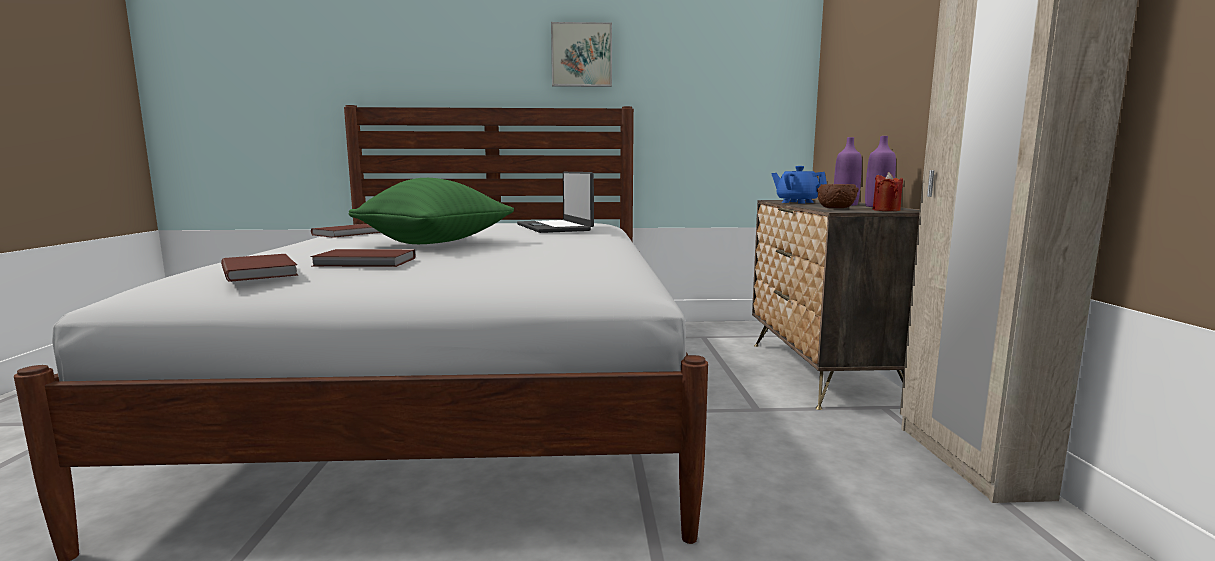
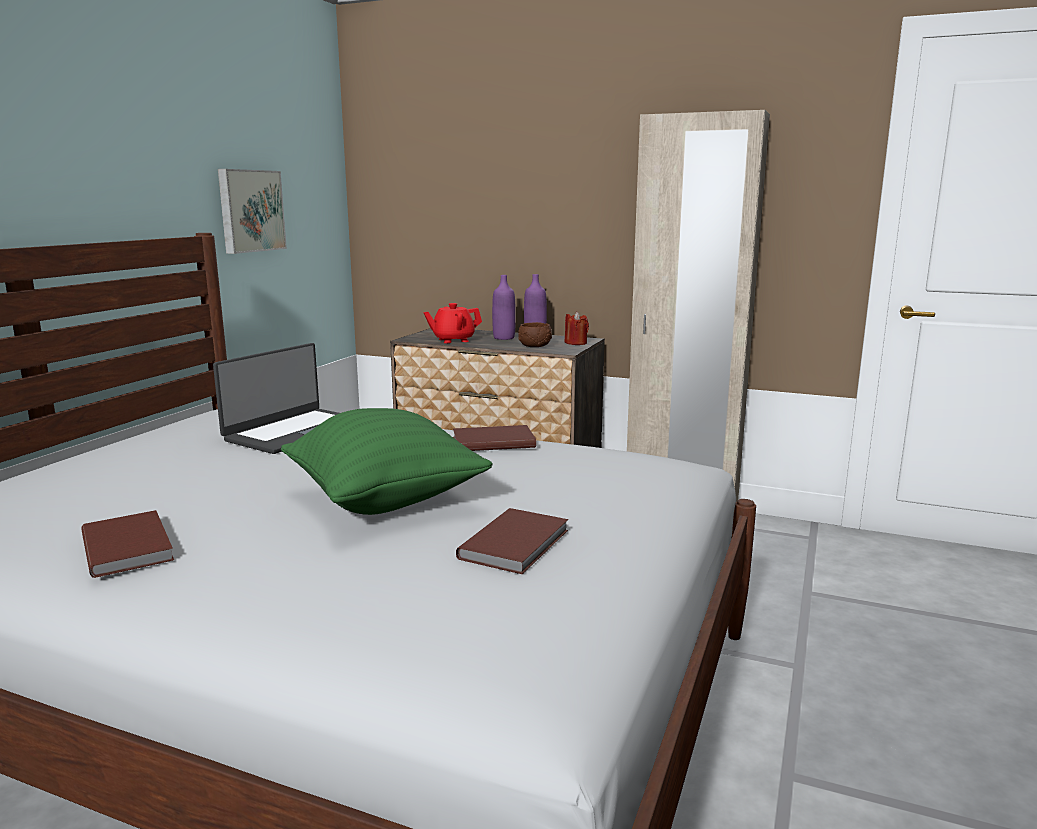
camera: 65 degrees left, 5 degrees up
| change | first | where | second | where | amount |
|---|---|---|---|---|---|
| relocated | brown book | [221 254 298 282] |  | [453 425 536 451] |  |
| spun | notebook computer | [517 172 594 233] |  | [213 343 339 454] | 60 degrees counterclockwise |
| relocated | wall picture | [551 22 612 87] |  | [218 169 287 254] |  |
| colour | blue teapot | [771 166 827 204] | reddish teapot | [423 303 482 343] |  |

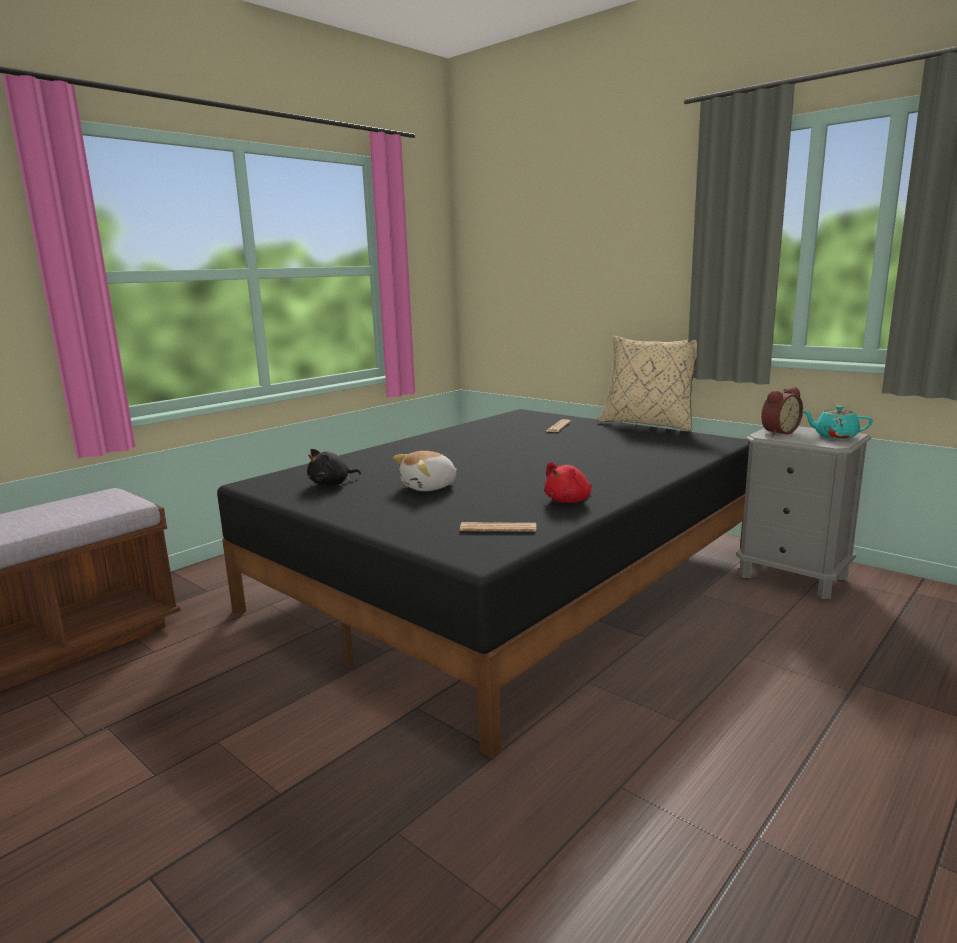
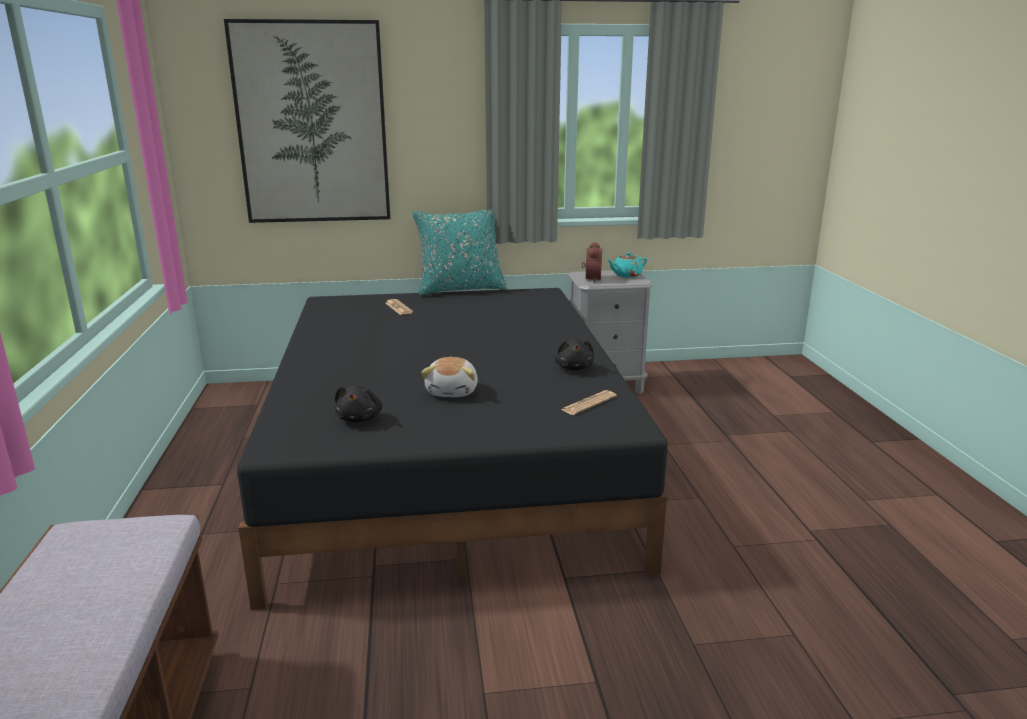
camera: 50 degrees left, 5 degrees up
| change | first | where | second | where | amount |
|---|---|---|---|---|---|
| colour | reddish plush toy | [544 462 592 503] | black-coloured plush toy | [555 339 594 371] |  |
| colour | sand-coloured cushion | [598 336 697 432] | turquoise cushion | [412 209 507 296] |  |
| appeared |  |  | wall picture | [224 19 390 223] |  |

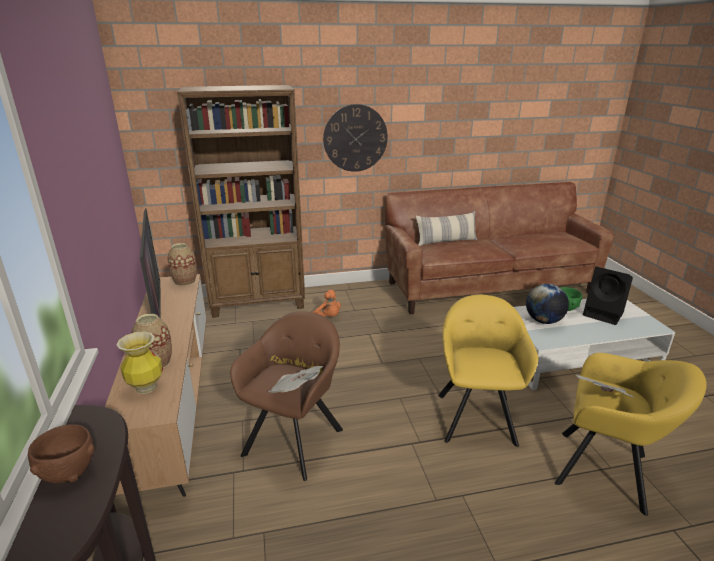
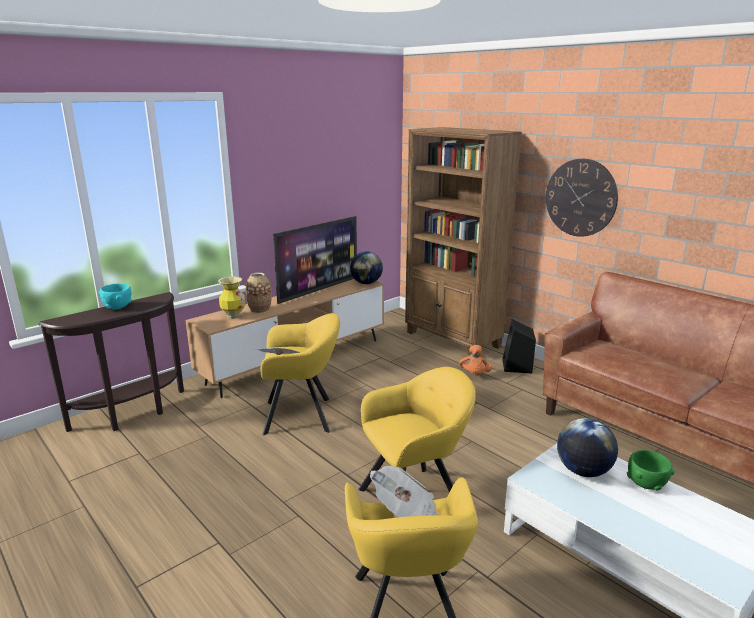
camera: 60 degrees right, 5 degrees down
| change | first | where | second | where | amount |
|---|---|---|---|---|---|
| colour | brown deep dish | [28 424 95 484] | turquoise deep dish | [99 283 132 310] |  |
| exchanged | flower vase | [168 243 197 286] | globe | [350 251 383 284] |  |
| colour | brown lounge chair | [230 311 343 481] | yellowish lounge chair | [261 313 340 435] |  |
| missing | cushion | [416 211 477 246] |  |  |  |
| relocated | black-coloured audio speaker | [583 267 633 325] |  | [502 319 536 373] |  |

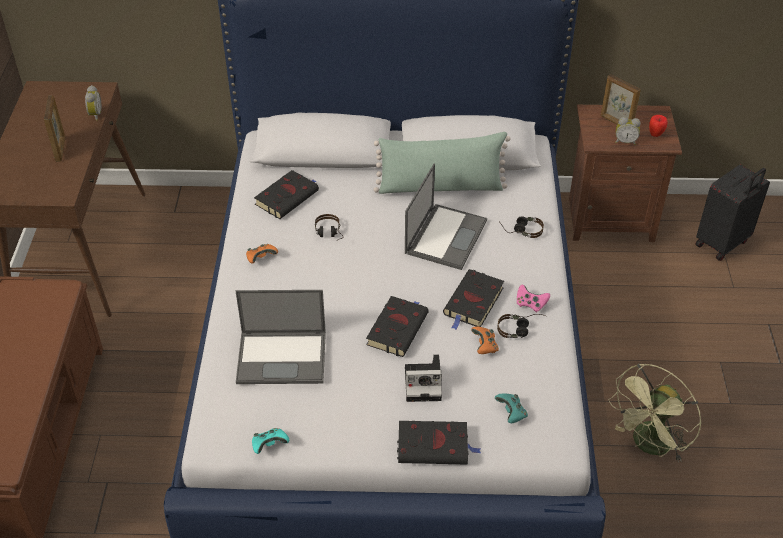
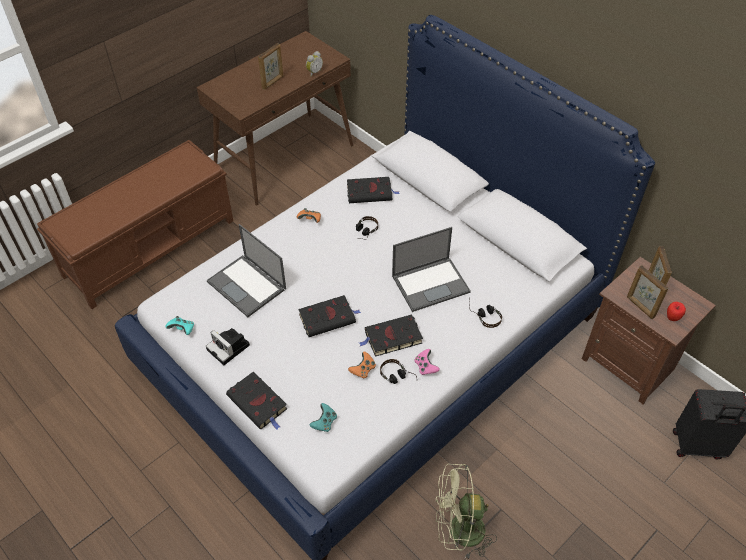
camera: 45 degrees right, 5 degrees up
| change | first | where | second | where | amount |
|---|---|---|---|---|---|
| missing | greenish cushion | [374 132 511 194] |  |  |  |
| relocated | still camera | [405 354 442 402] |  | [206 328 250 365] |  |
| exchanged | alarm clock | [615 117 641 145] | photo frame | [627 265 668 319] |  |

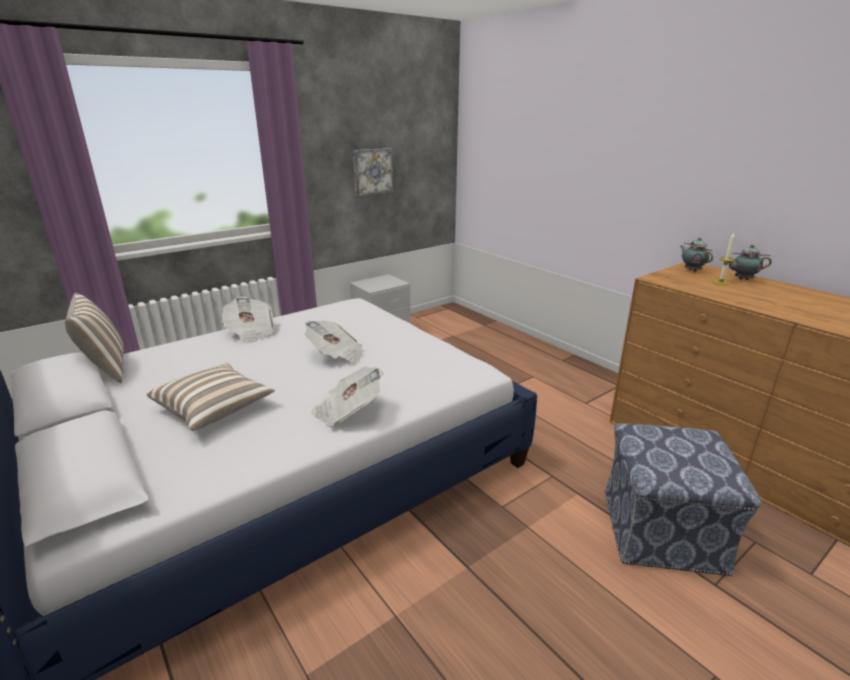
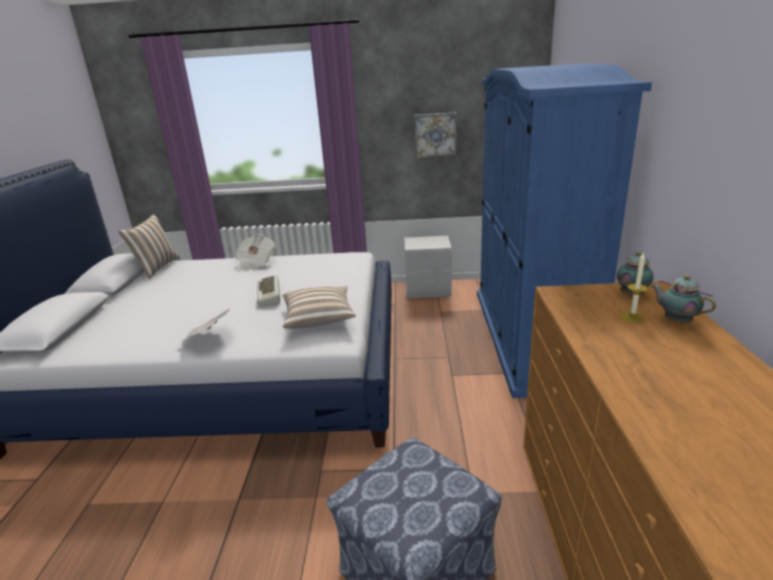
camera: 40 degrees right, 0 degrees up
| change | first | where | second | where | amount |
|---|---|---|---|---|---|
| relocated | cushion | [147 363 275 431] |  | [283 286 356 329] |  |
| exchanged | printed paper | [305 320 362 363] | computer keyboard | [257 275 280 307] |  |
| appeared |  |  | blue clothes cupboard | [477 63 652 398] |  |

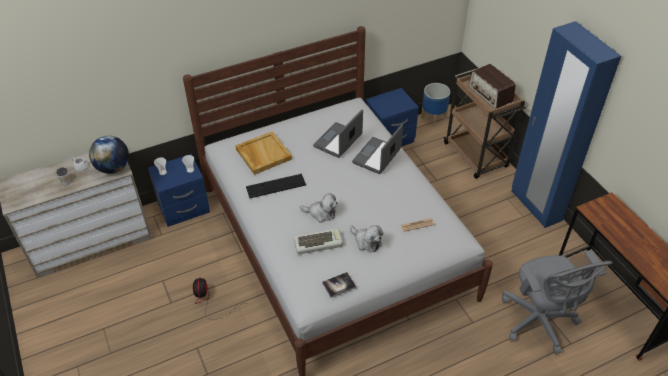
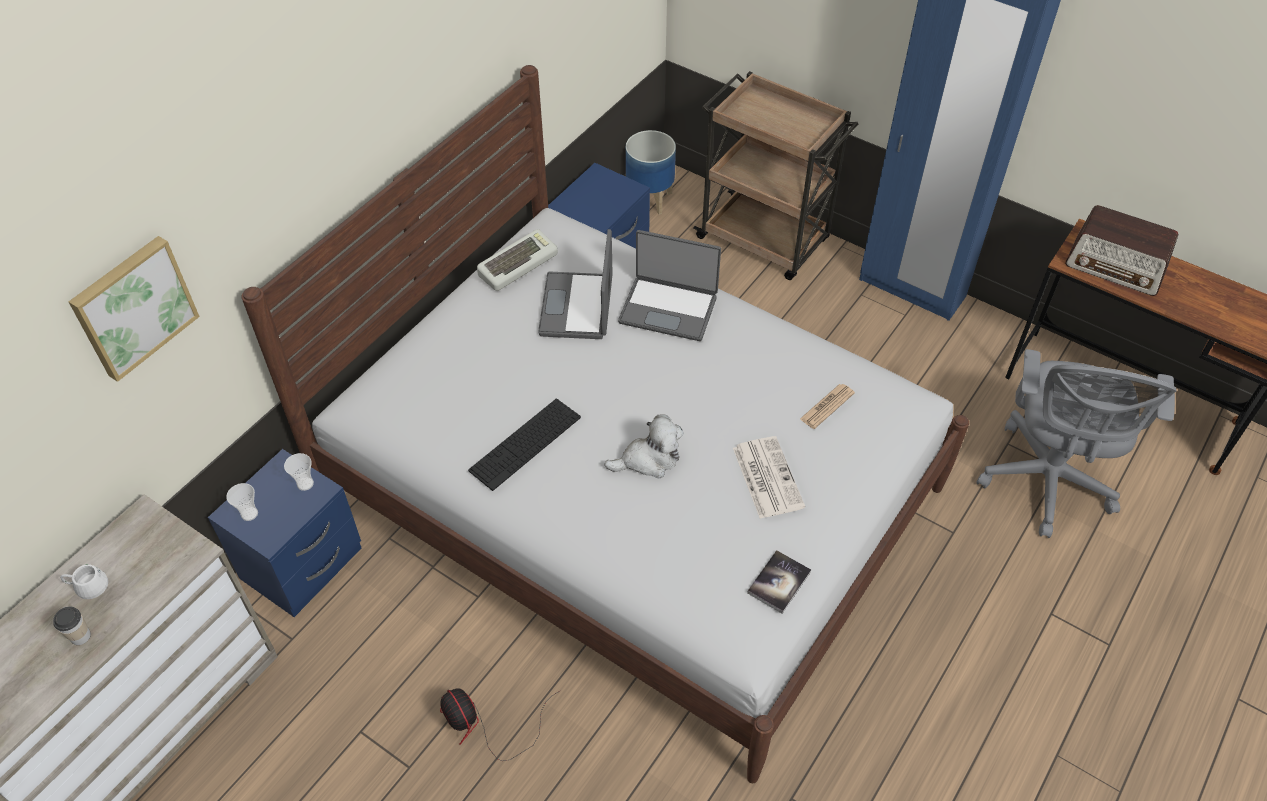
camera: 30 degrees left, 5 degrees up
| change | first | where | second | where | amount |
|---|---|---|---|---|---|
| missing | globe | [89 136 129 174] |  |  |  |
| missing | sand-coloured serving tray | [235 131 292 175] |  |  |  |
| relocated | computer keyboard | [294 228 343 254] |  | [477 229 558 291] |  |
| exchanged | plush toy | [350 225 384 252] | printed paper | [733 436 805 519] |  |
| spun | notebook computer | [352 124 403 174] |  | [618 230 721 341] | 75 degrees counterclockwise |
| relocated | radio receiver | [469 64 516 109] |  | [1065 205 1179 296] |  |
| spun | greyish computer chair | [502 250 612 355] |  | [976 349 1177 538] | 60 degrees clockwise |
| appeared |  |  | wall picture | [69 236 200 382] |  |

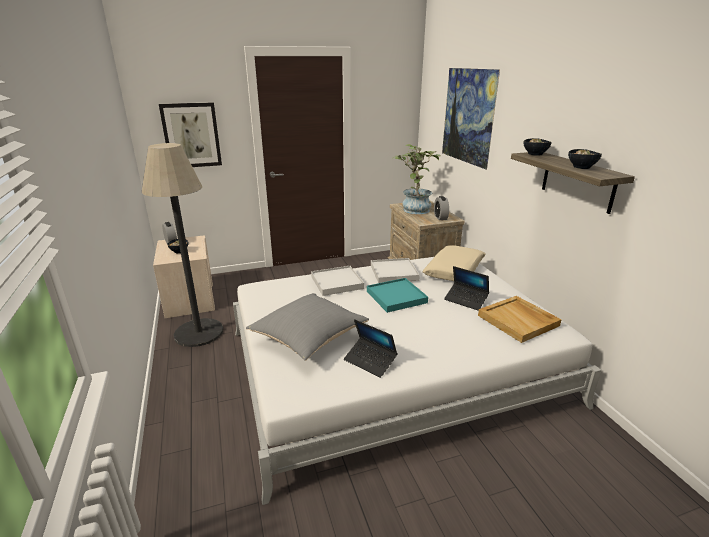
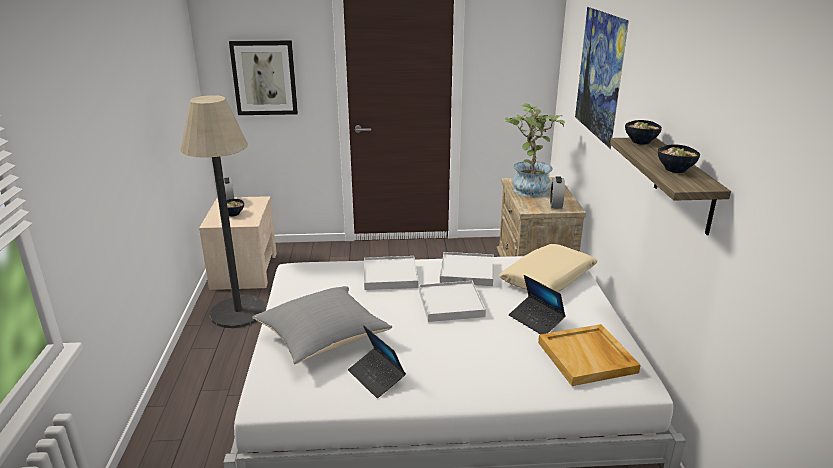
camera: 15 degrees right, 0 degrees up
| change | first | where | second | where | amount |
|---|---|---|---|---|---|
| colour | turquoise serving tray | [367 278 428 313] | white serving tray | [419 281 486 322] |  |

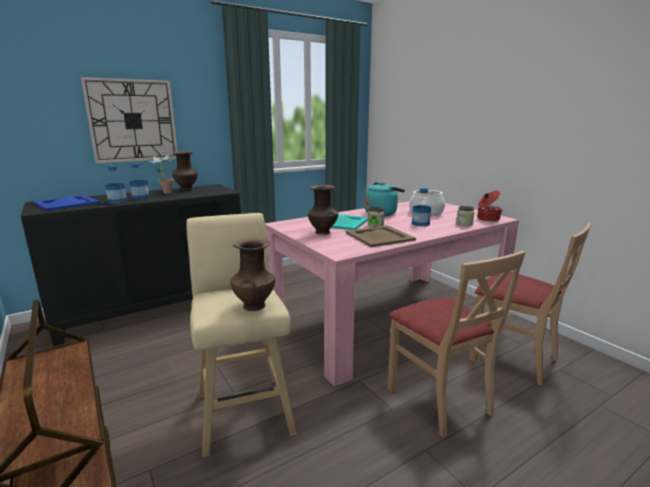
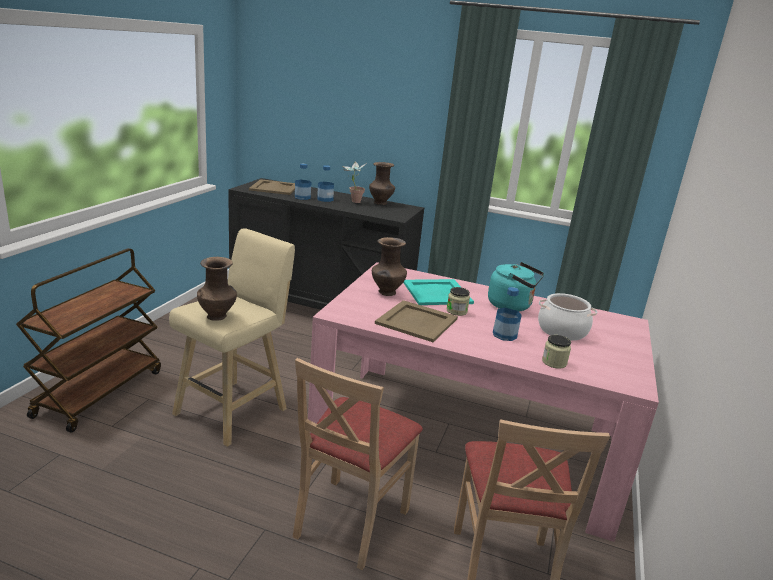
camera: 50 degrees right, 5 degrees up
| change | first | where | second | where | amount |
|---|---|---|---|---|---|
| colour | blue serving tray | [33 195 100 211] | sand-coloured serving tray | [249 179 295 195] |  |
| missing | wall clock | [81 77 178 163] |  |  |  |
| missing | saucepot | [477 190 502 222] |  |  |  |

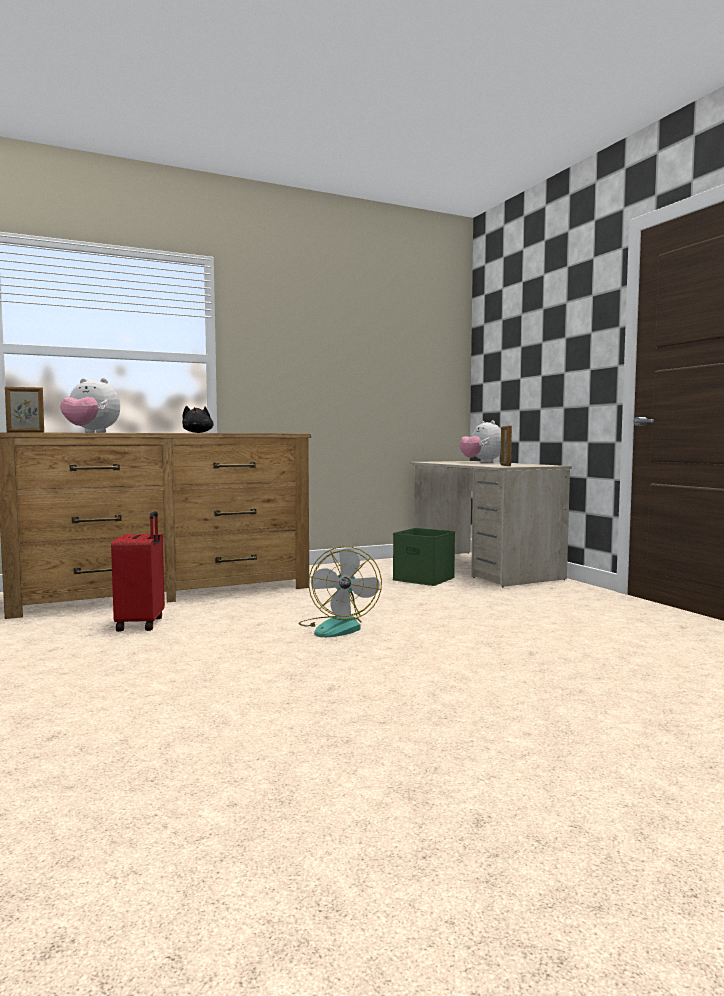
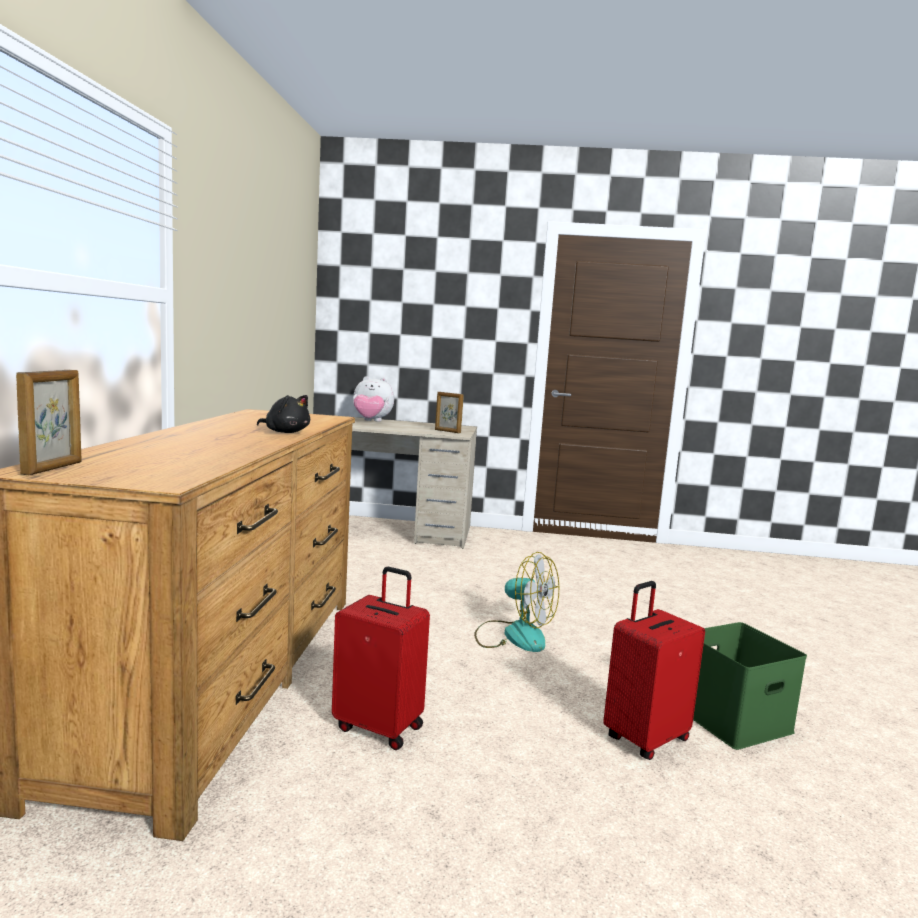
camera: 60 degrees left, 5 degrees up
| change | first | where | second | where | amount |
|---|---|---|---|---|---|
| missing | plush toy | [60 378 120 433] |  |  |  |
| relocated | greenish storage container | [393 528 455 586] |  | [693 622 807 750] |  |
| appeared |  |  | reddish travel case | [603 581 705 760] |  |

